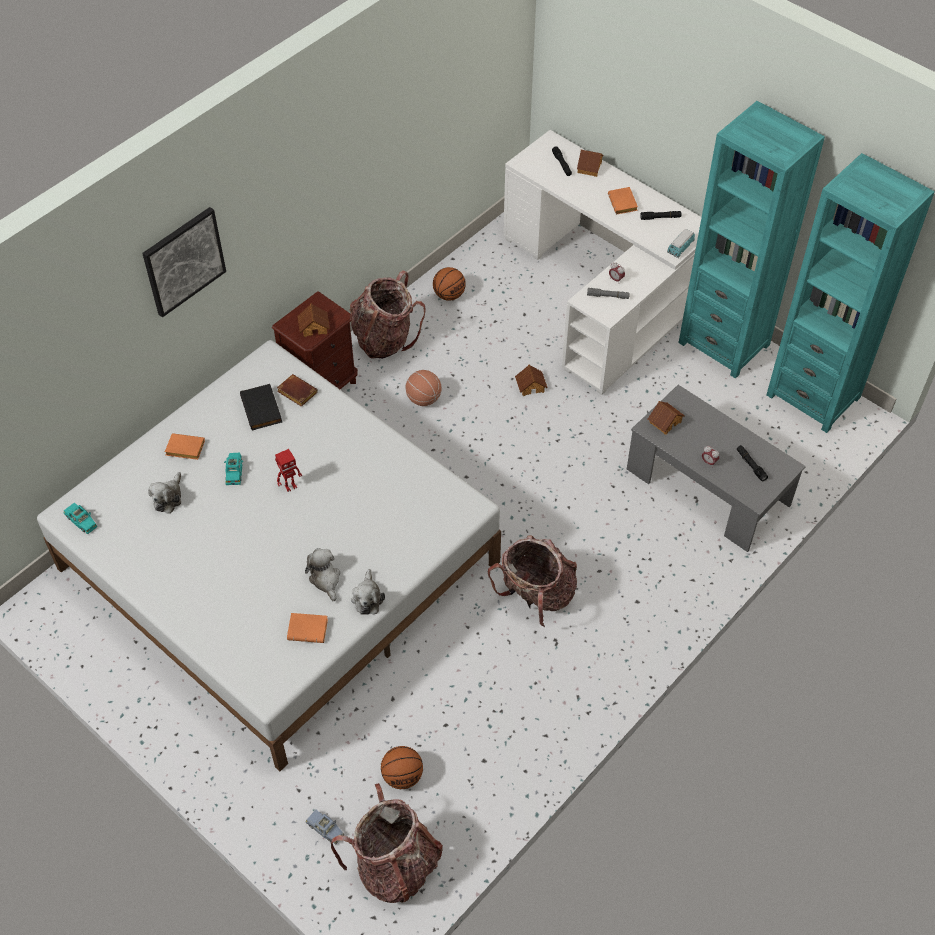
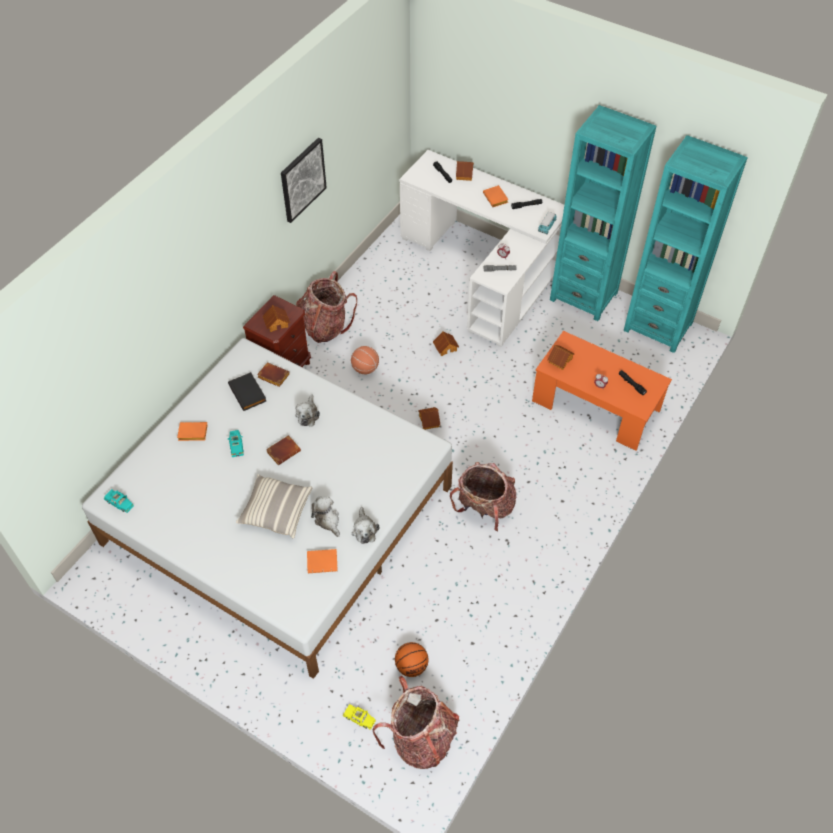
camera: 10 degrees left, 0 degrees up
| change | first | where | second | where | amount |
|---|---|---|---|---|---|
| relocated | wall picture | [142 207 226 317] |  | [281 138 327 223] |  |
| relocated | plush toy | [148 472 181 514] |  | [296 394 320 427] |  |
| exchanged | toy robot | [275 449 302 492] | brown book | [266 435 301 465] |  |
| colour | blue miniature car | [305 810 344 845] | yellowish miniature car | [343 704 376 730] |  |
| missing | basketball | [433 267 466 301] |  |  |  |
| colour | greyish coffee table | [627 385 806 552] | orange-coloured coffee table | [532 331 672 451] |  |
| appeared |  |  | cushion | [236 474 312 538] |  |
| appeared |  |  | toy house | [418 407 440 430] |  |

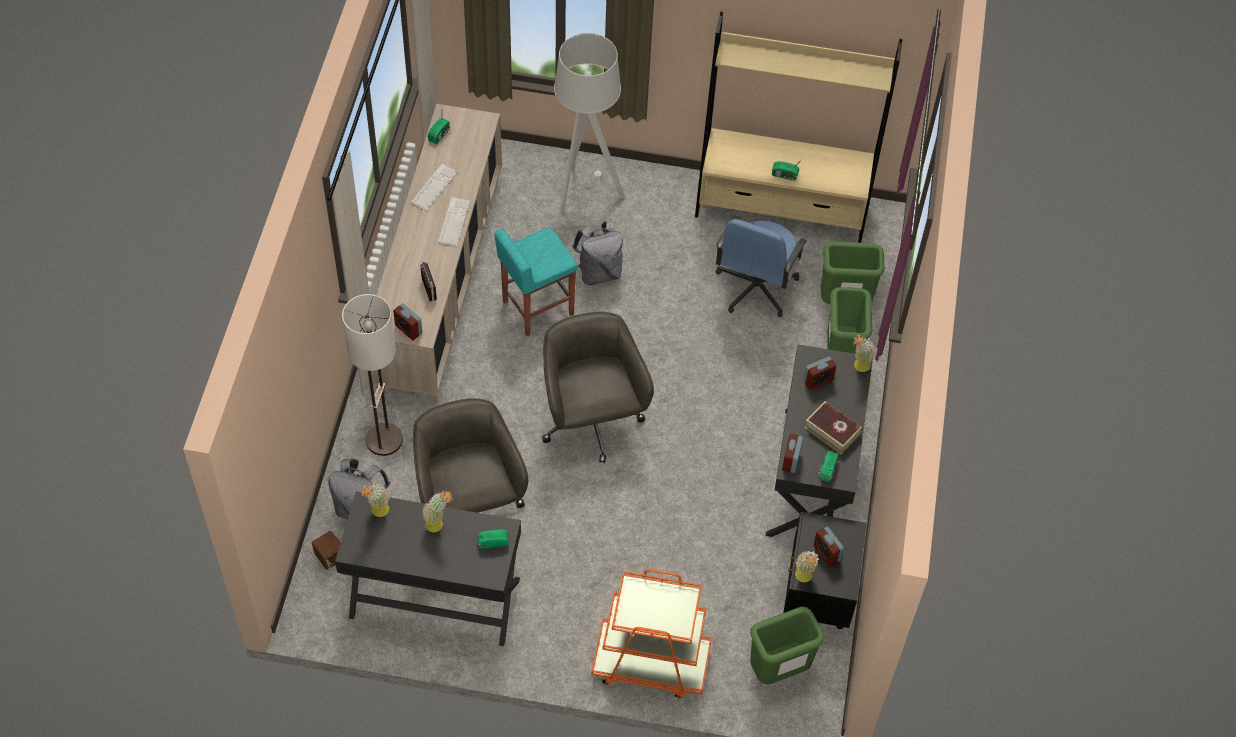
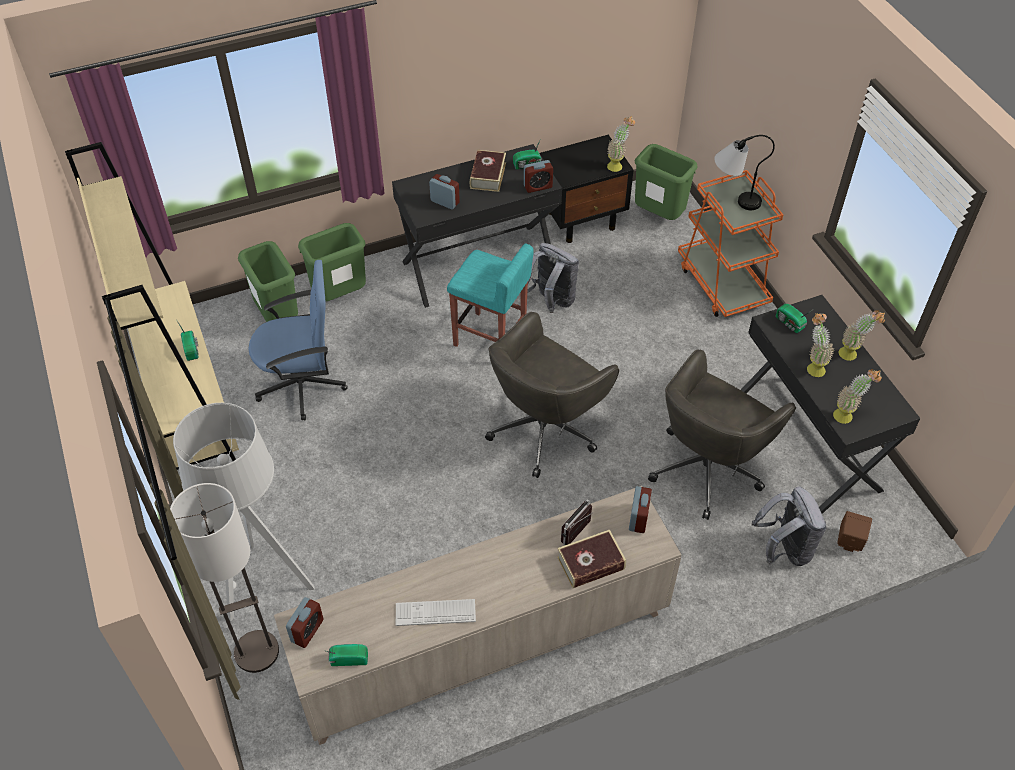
camera: 120 degrees left, 5 degrees down
| change | first | where | second | where | amount |
|---|---|---|---|---|---|
| relocated | standing lamp | [342 294 403 456] |  | [170 483 279 673] |  |
| missing | computer keyboard | [438 197 470 247] |  |  |  |
| relocated | turquoise stool | [495 227 578 336] |  | [447 244 534 347] |  |
| relocated | greyish knapsack | [572 221 623 286] |  | [527 243 579 313] |  |
| relocated | alarm clock | [814 527 844 566] |  | [286 597 323 648] |  |
| relocated | plant in a pot | [853 335 876 372] |  | [839 310 885 361] |  |
| appeared |  |  | book | [557 530 626 588] |  |
| appeared |  |  | tabletop lamp | [714 135 775 210] |  |

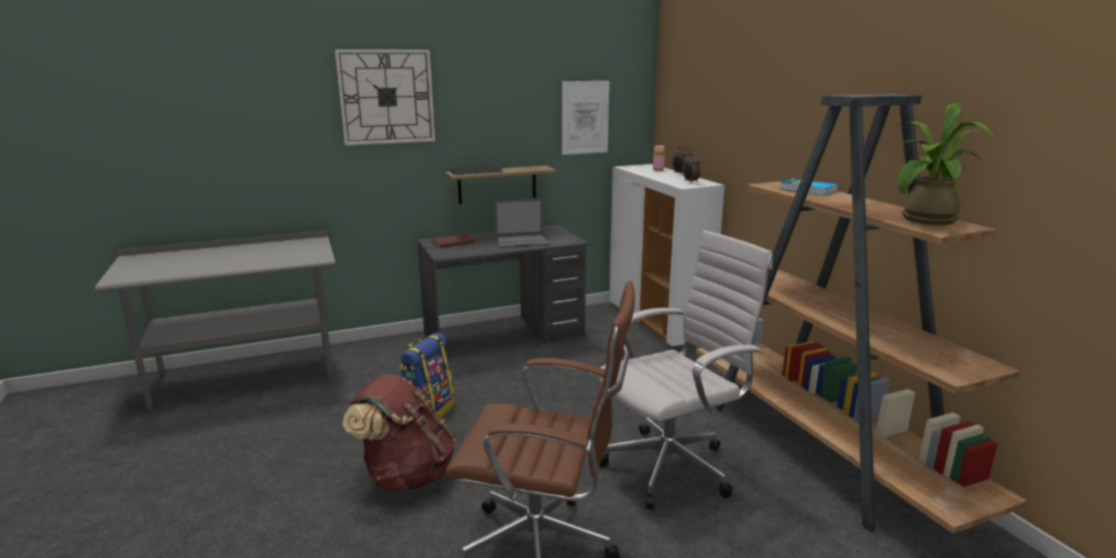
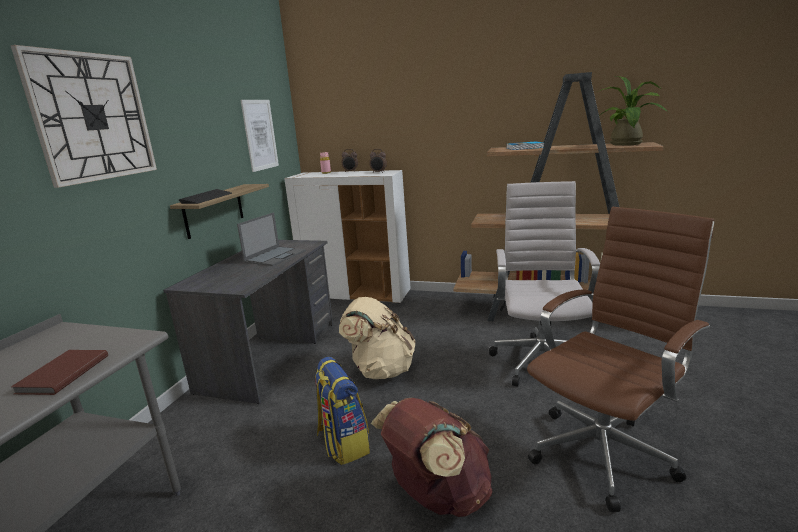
camera: 50 degrees left, 0 degrees up
| change | first | where | second | where | amount |
|---|---|---|---|---|---|
| relocated | brown book | [432 234 475 248] |  | [11 350 108 395] |  |
| appeared |  |  | sand-coloured knapsack | [339 297 416 379] |  |

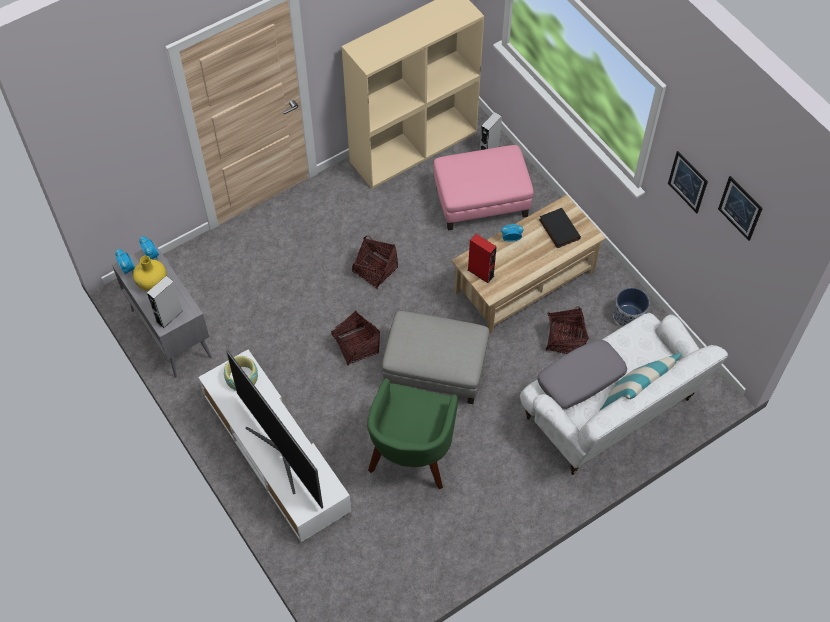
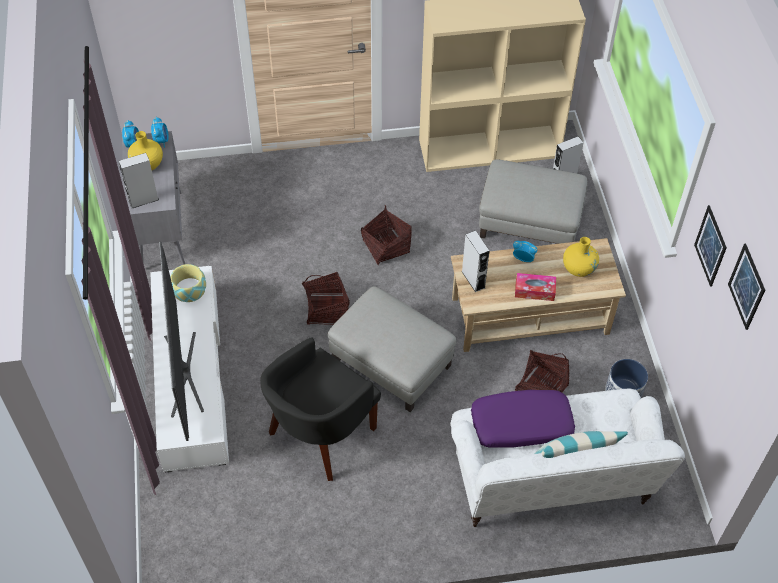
camera: 25 degrees right, 5 degrees down
| change | first | where | second | where | amount |
|---|---|---|---|---|---|
| colour | greenish lounge chair | [367 378 458 489] | black-coloured lounge chair | [260 338 381 481] |  |
| colour | pink ottoman | [433 145 534 231] | greyish ottoman | [479 159 587 244] |  |
| colour | reddish audio speaker | [468 234 497 283] | greyish audio speaker | [461 230 490 292] |  |
| colour | greyish cushion | [537 340 627 409] | purplish cushion | [471 390 575 447] |  |
| exchanged | black-coloured book | [539 208 581 248] | yellowish flower vase | [563 237 599 277] |  |
| appeared |  |  | tissue holder | [515 273 556 301] |  |

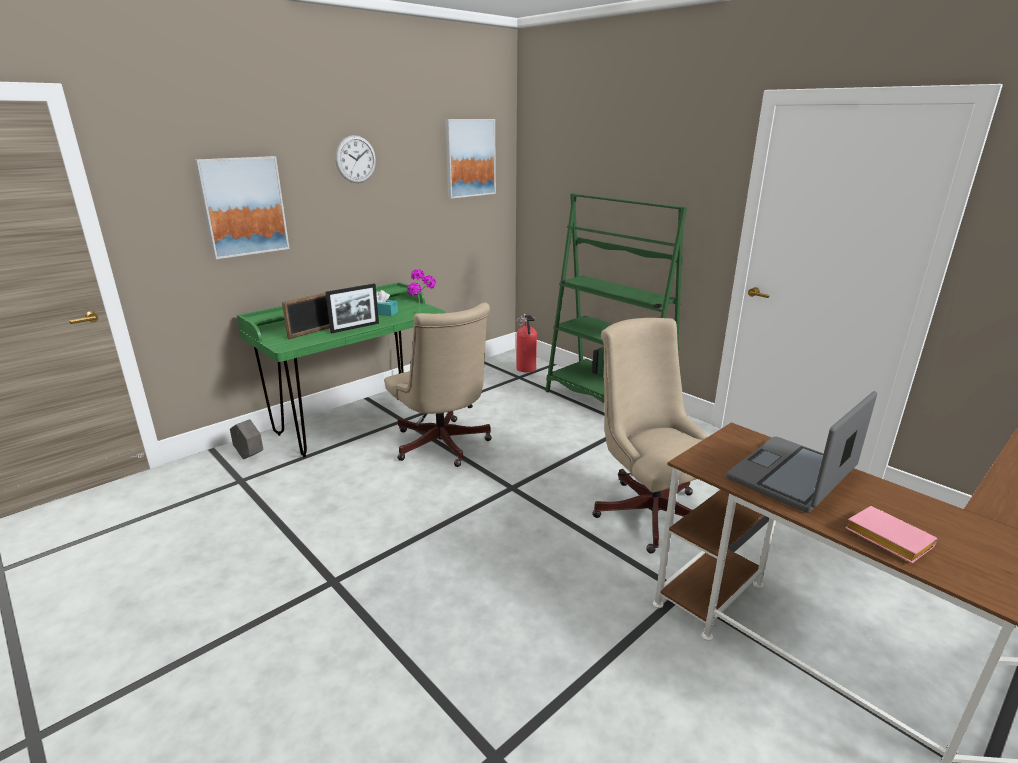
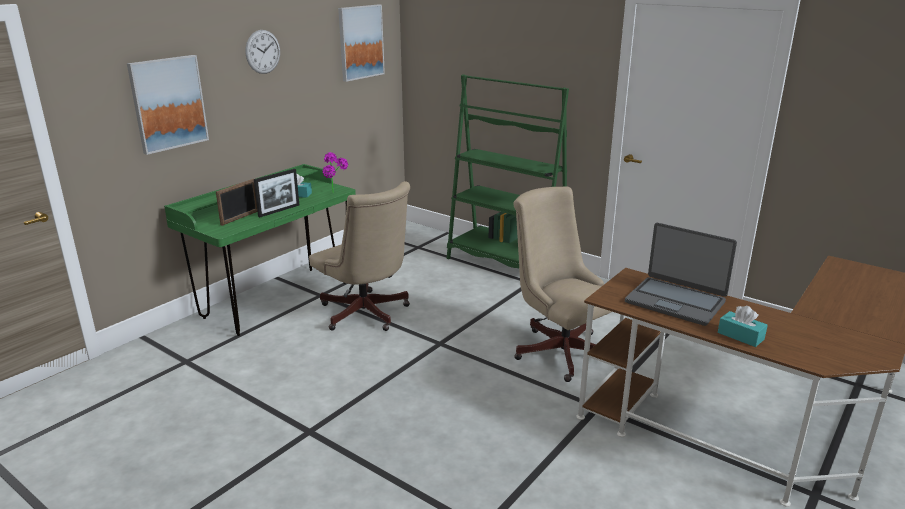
camera: 10 degrees left, 0 degrees up
| change | first | where | second | where | amount |
|---|---|---|---|---|---|
| missing | greyish flower pot | [230 419 263 459] |  |  |  |
| missing | extinguisher | [516 314 537 372] |  |  |  |
| spun | notebook computer | [726 391 877 513] |  | [625 223 737 326] | 90 degrees counterclockwise |
| exchanged | pink book | [845 506 937 563] | turquoise tissue holder | [718 306 768 347] |  |

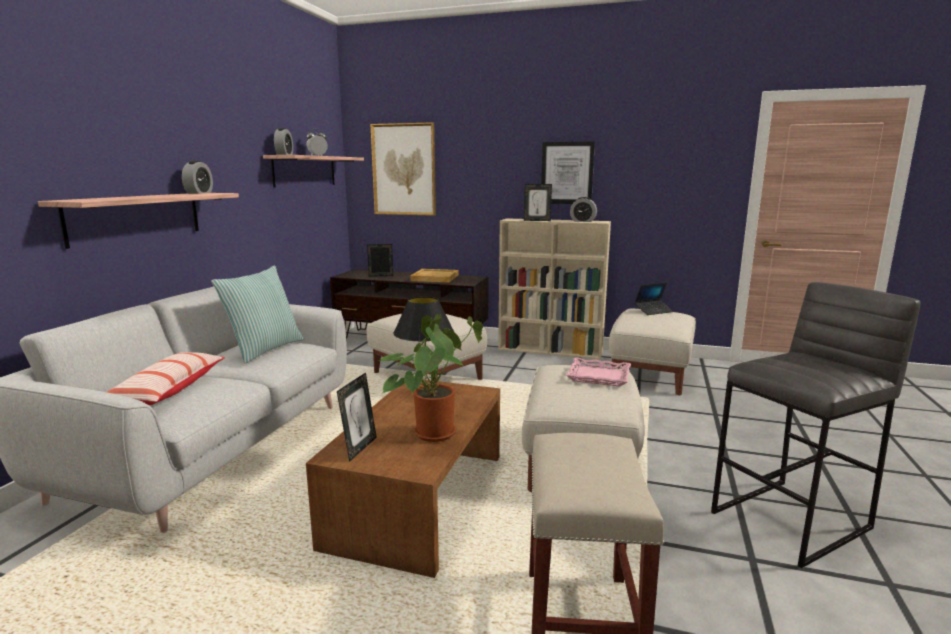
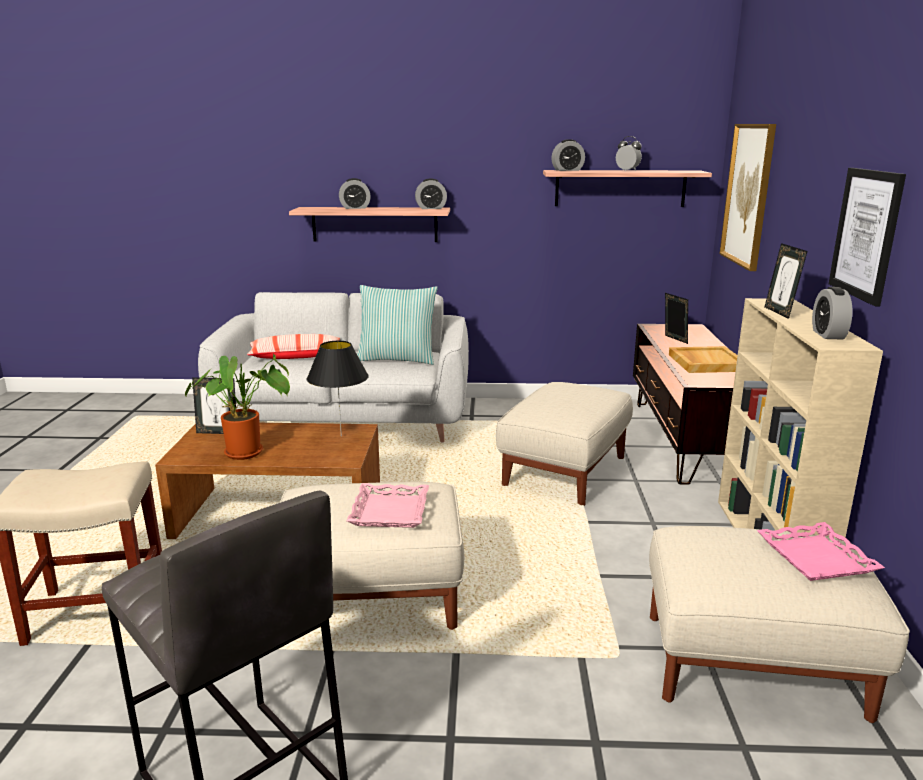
camera: 75 degrees right, 5 degrees up
| change | first | where | second | where | amount |
|---|---|---|---|---|---|
| exchanged | notebook computer | [635 283 673 315] | pink serving tray | [757 522 885 581] |  |
| appeared |  |  | alarm clock | [339 178 371 209] |  |

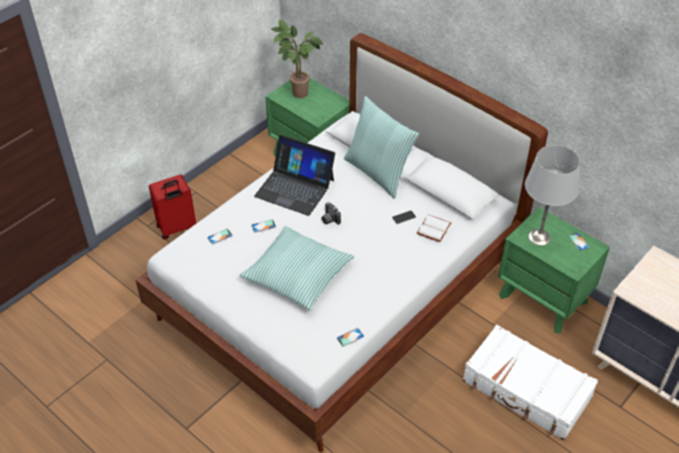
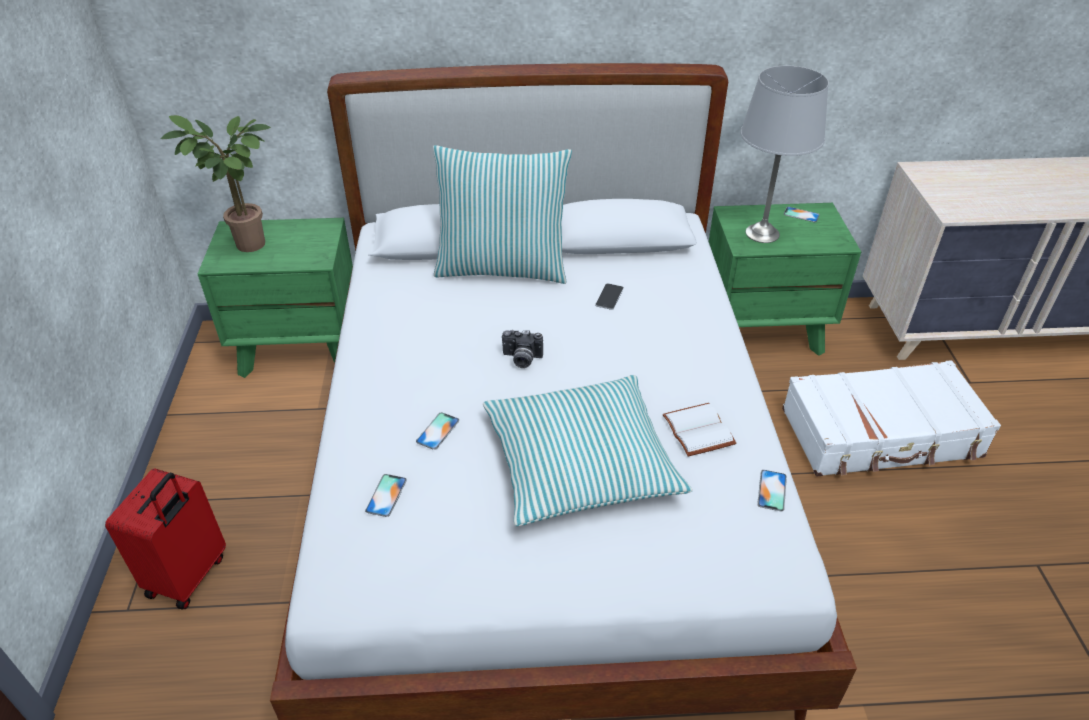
camera: 45 degrees left, 5 degrees down
| change | first | where | second | where | amount |
|---|---|---|---|---|---|
| missing | notebook computer | [254 135 335 216] |  |  |  |
| relocated | white book | [417 215 451 242] |  | [663 403 736 456] |  |

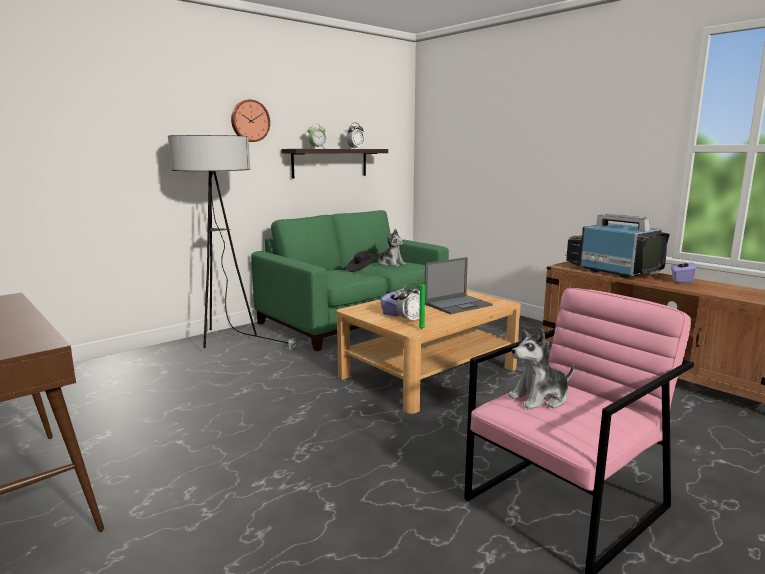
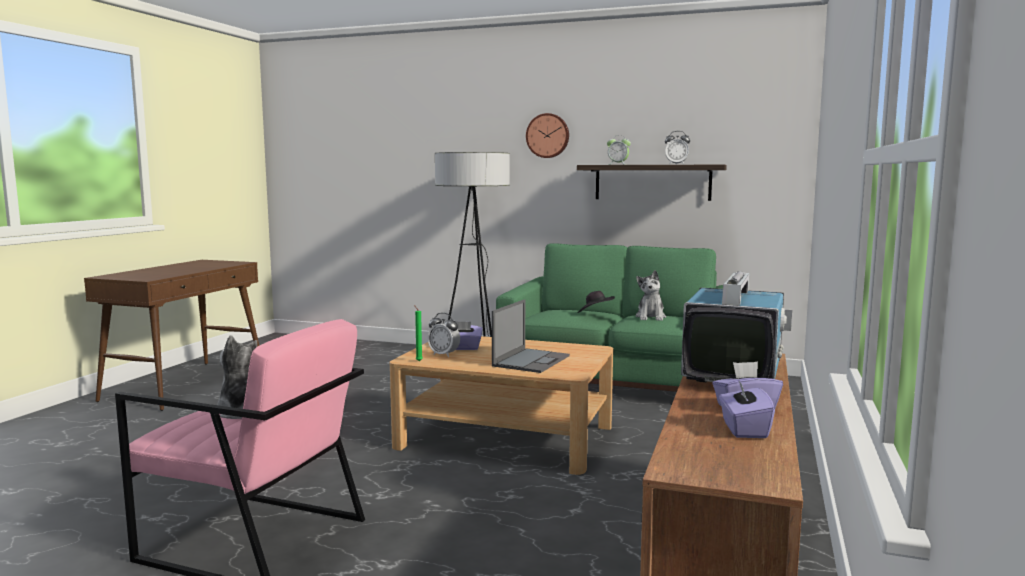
camera: 60 degrees right, 5 degrees down
| change | first | where | second | where | amount |
|---|---|---|---|---|---|
| spun | notebook computer | [425 257 493 314] |  | [492 300 570 373] | 90 degrees counterclockwise |
| appeared |  |  | purplish tissue holder | [719 379 775 438] |  |

